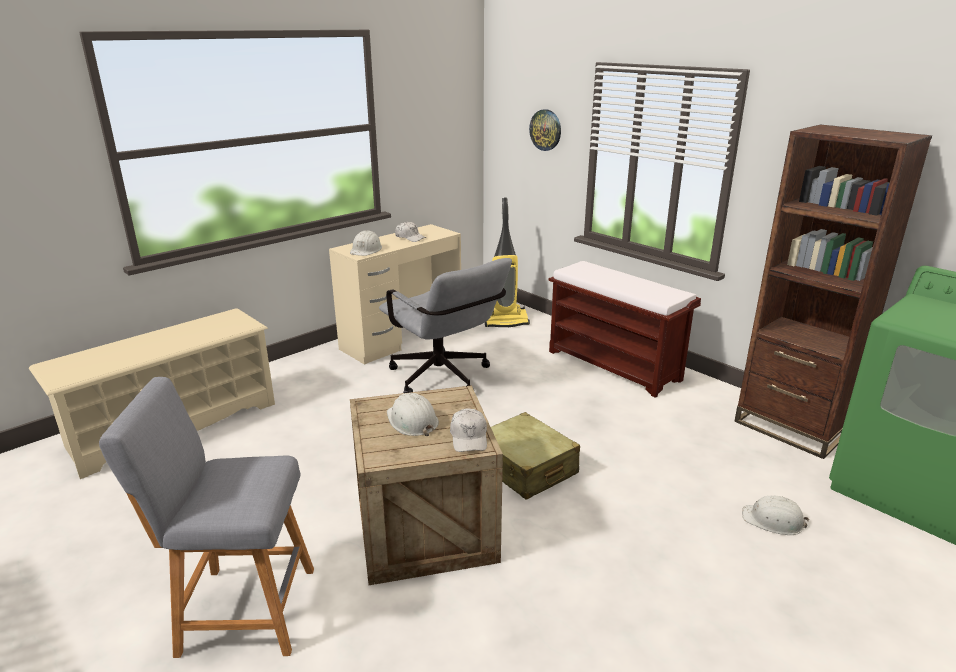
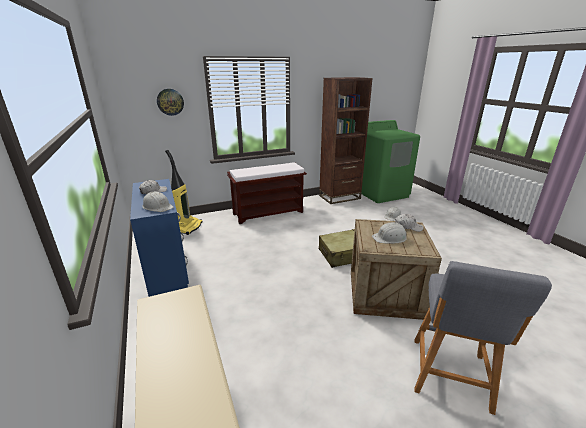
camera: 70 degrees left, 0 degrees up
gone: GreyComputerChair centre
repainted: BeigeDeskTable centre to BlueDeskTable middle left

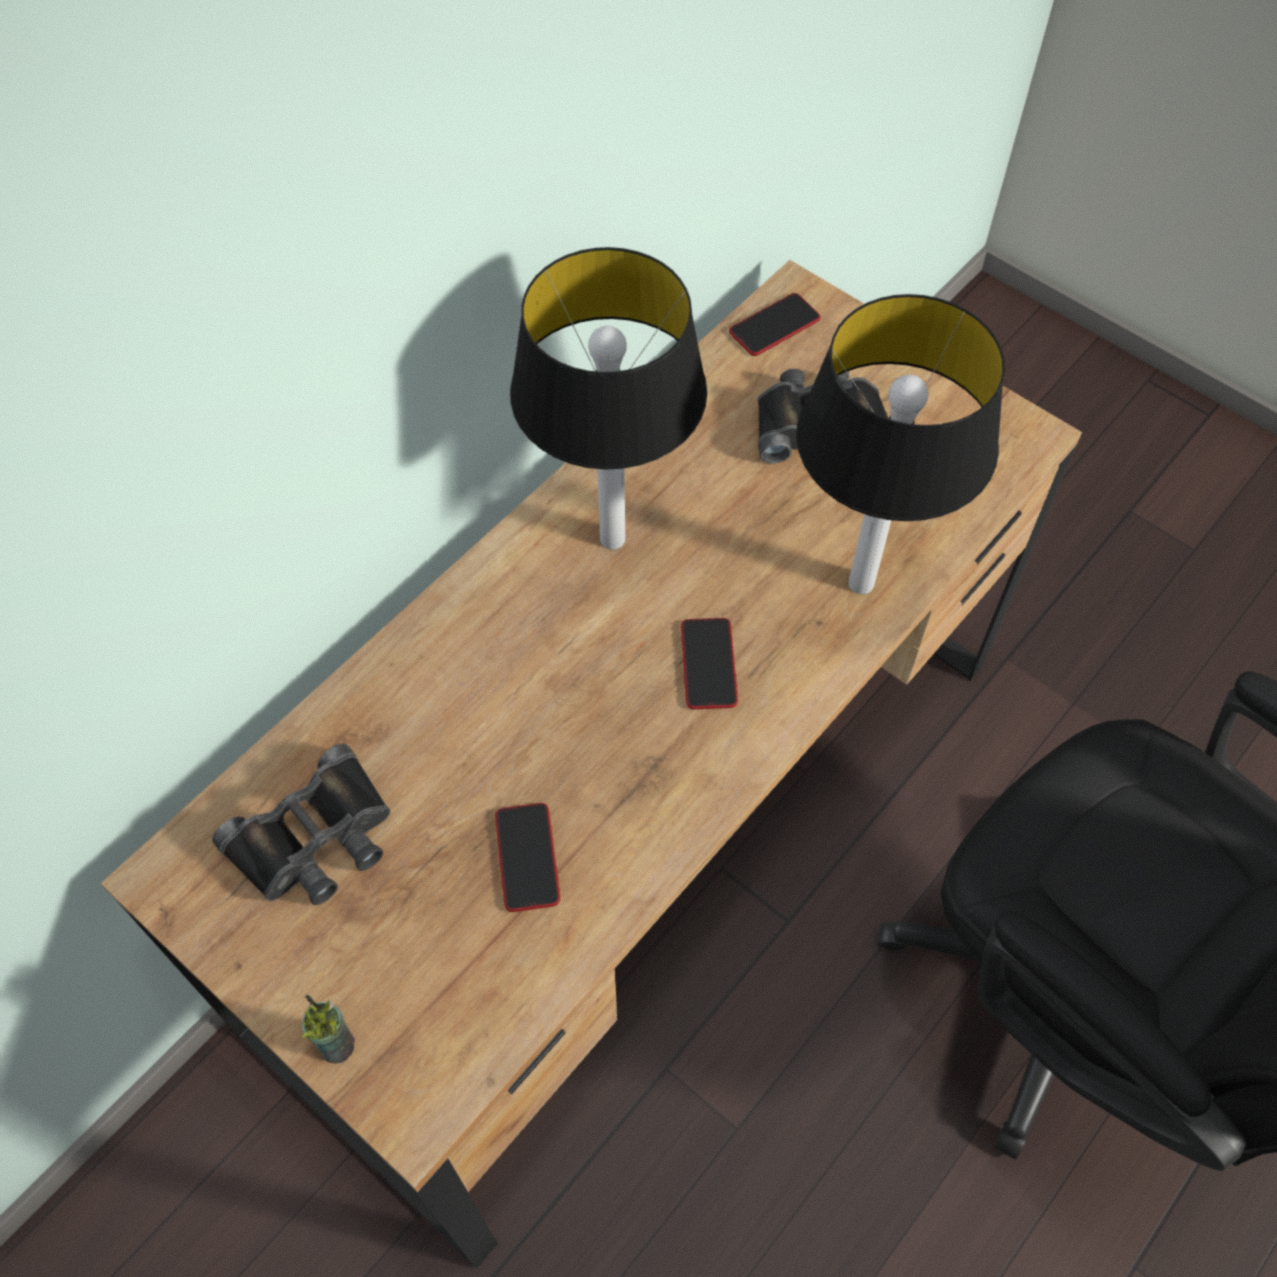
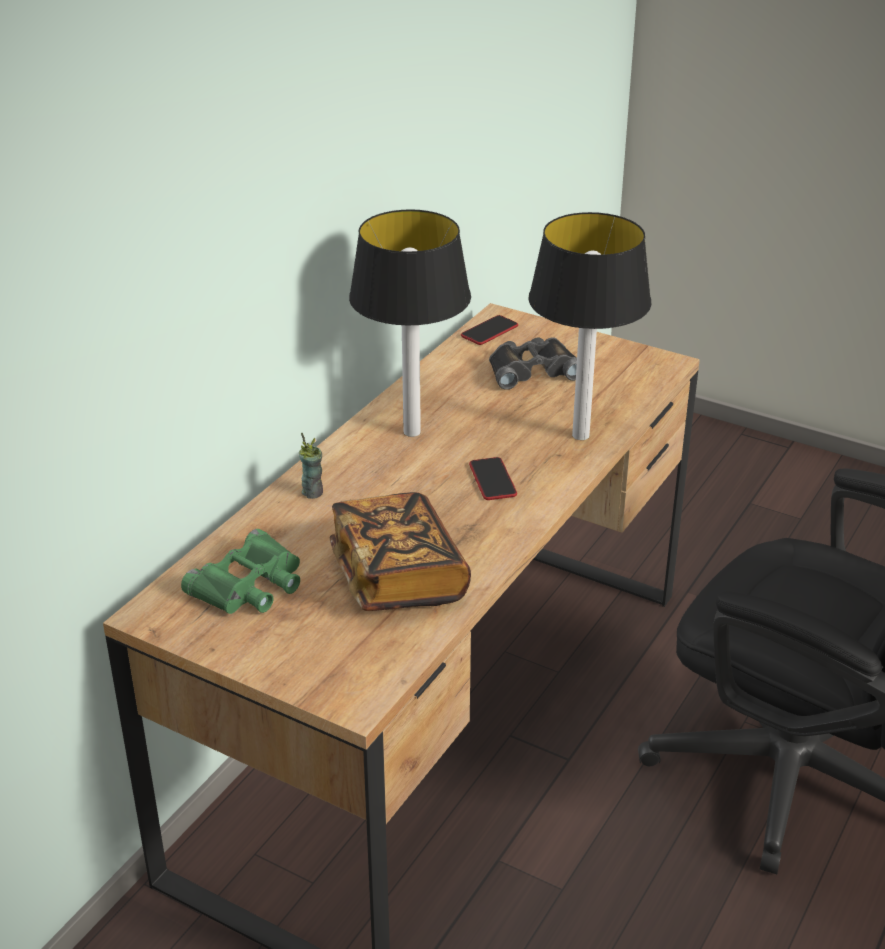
camera: 10 degrees left, 25 degrees down
shifted: SmallCup bottom left to centre
swapped: Phone (no. 1 from left) bottom centre to Book centre
repainted: BlackishPairOfBinoculars (no. 1 from left) middle left to GreenColouredPairOfBinoculars middle left

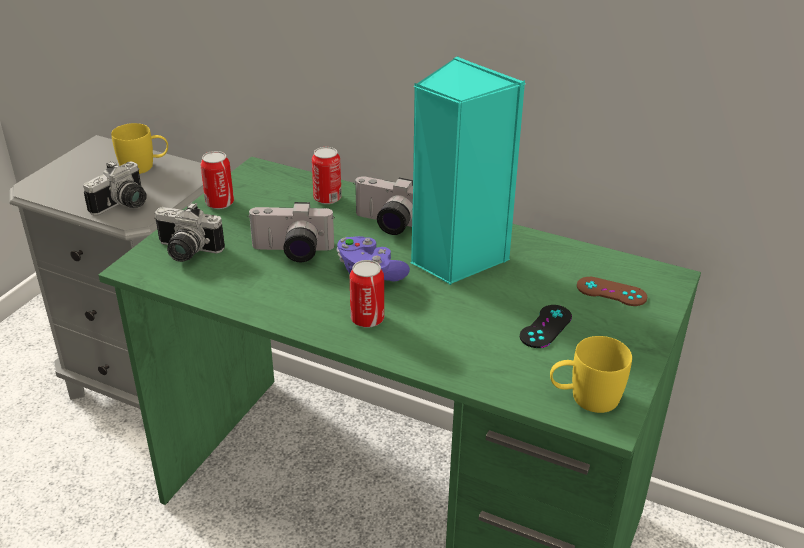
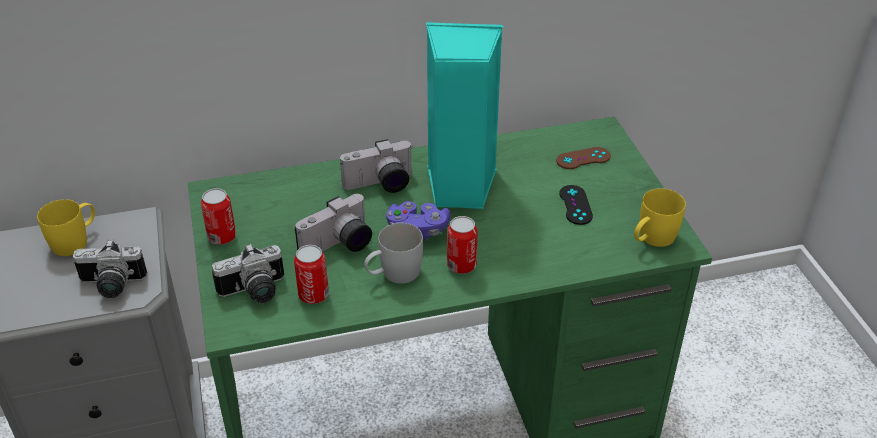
camera: 40 degrees left, 5 degrees up
new: WhitishTeaMug centre
shifted: Can (no. 2 from left) top centre to centre
rotated: PhotoCamera (no. 1 from left) middle left = middle left 90 degrees clockwise

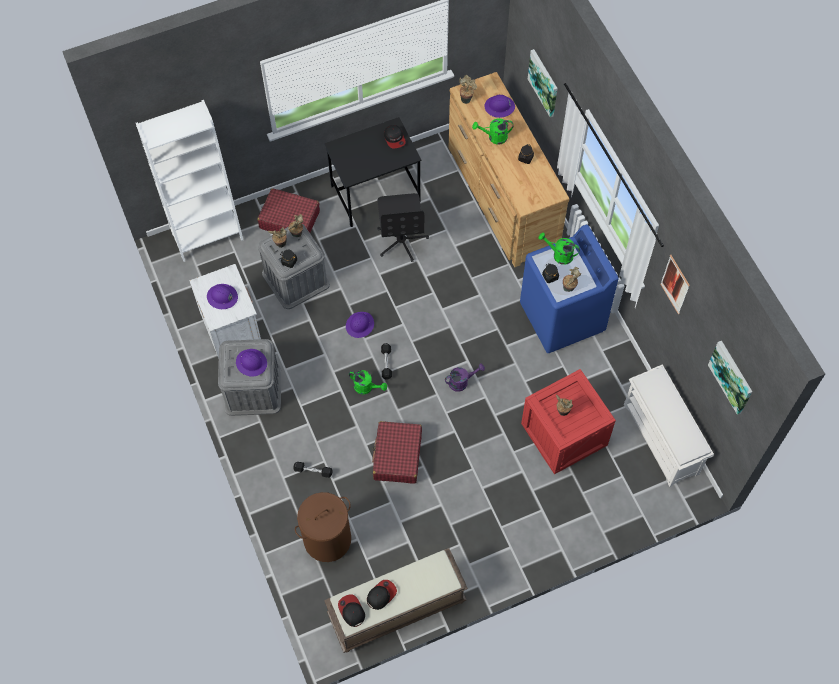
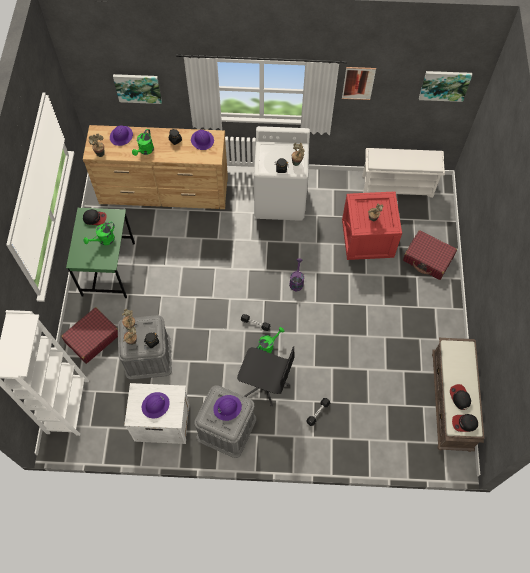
camera: 65 degrees left, 0 degrees up
gone: BrownLaundryBasket bottom centre
shifted: PurplishWorkHelmet (no. 3 from left) centre to top centre; RedPieceOfLuggage (no. 2 from left) centre to middle right; BlackishComputerChair top centre to centre; GreenColouredWateringCan (no. 3 from left in the first image) centre to GreenColouredWateringCan (no. 1 from left) middle left
repainted: BlackishDeskTable top centre to GreenColouredDeskTable middle left; BlueLaundryMachine middle right to WhitishLaundryMachine top centre

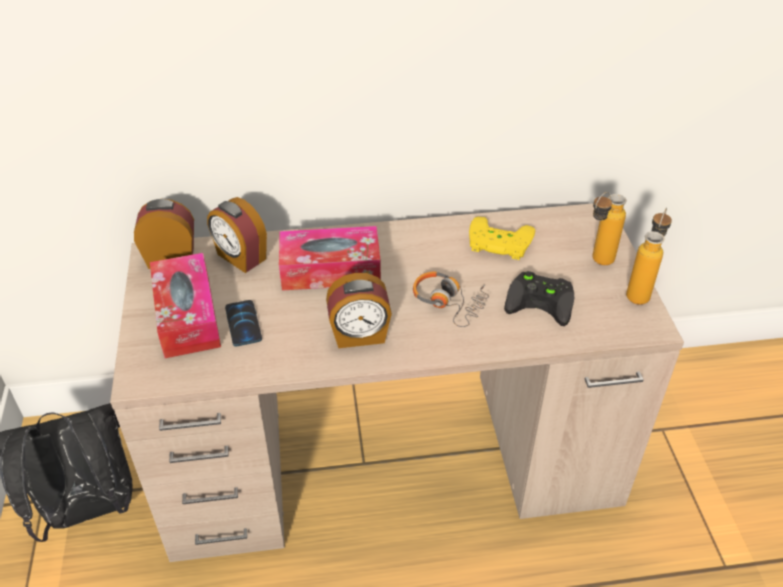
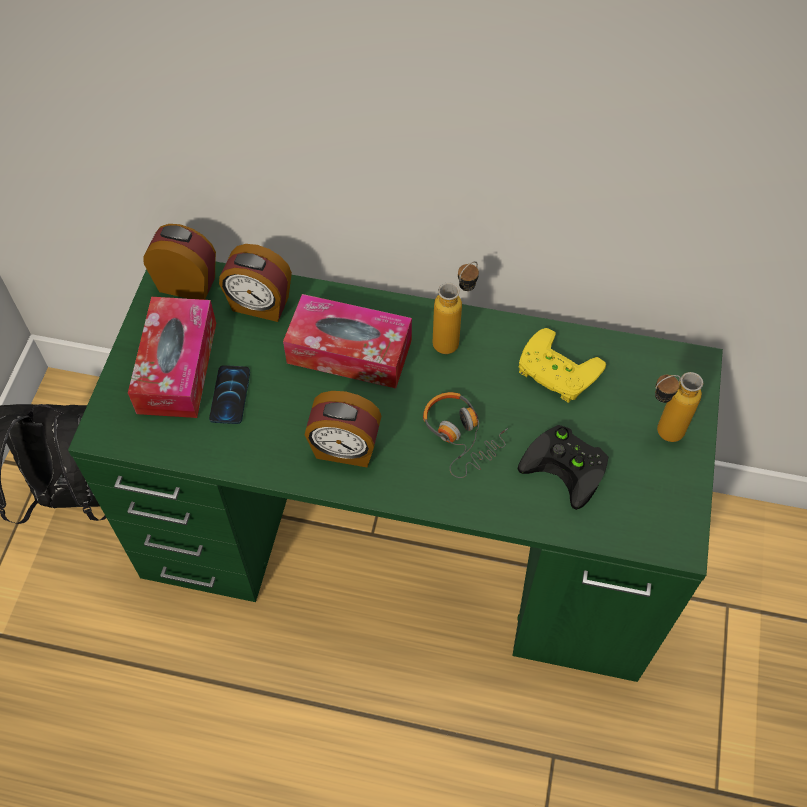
camera: 20 degrees right, 15 degrees up
shifted: BeverageBottle (no. 2 from left in the first image) middle right to BeverageBottle (no. 1 from left) centre
repainted: BeigeDeskTable centre to GreenColouredDeskTable centre
rotated: BedsideClock (no. 2 from left) middle left = middle left 45 degrees counterclockwise

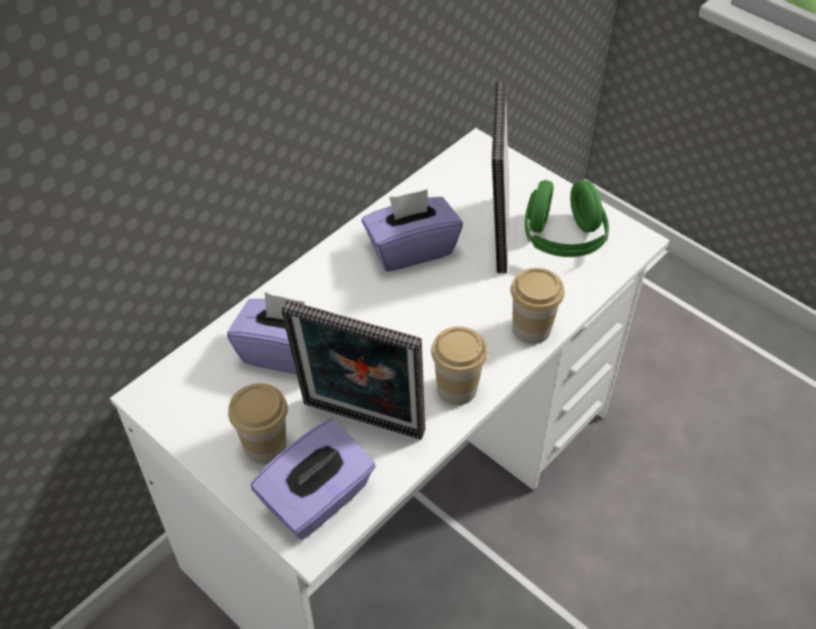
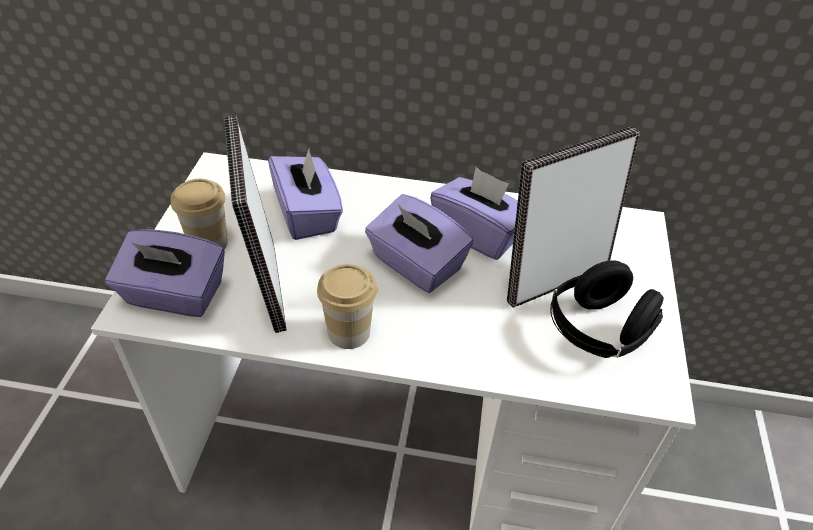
camera: 55 degrees right, 5 degrees down
gone: SmallCup (no. 3 from left) centre
new: PurplishTissueHolder (no. 3 from left) centre
repainted: GreenColouredHeadset middle right to BlackishHeadset middle right

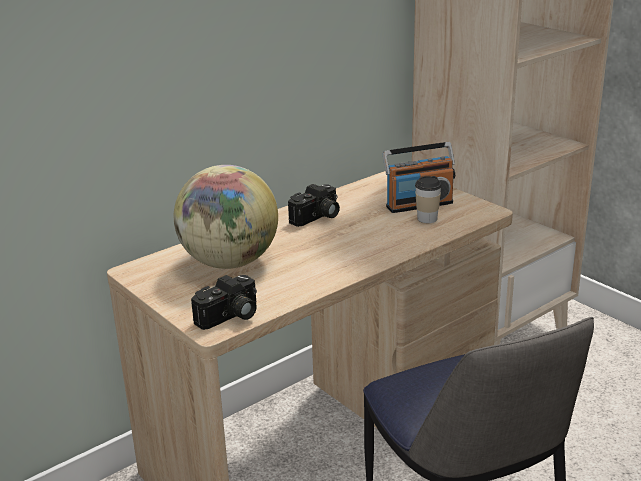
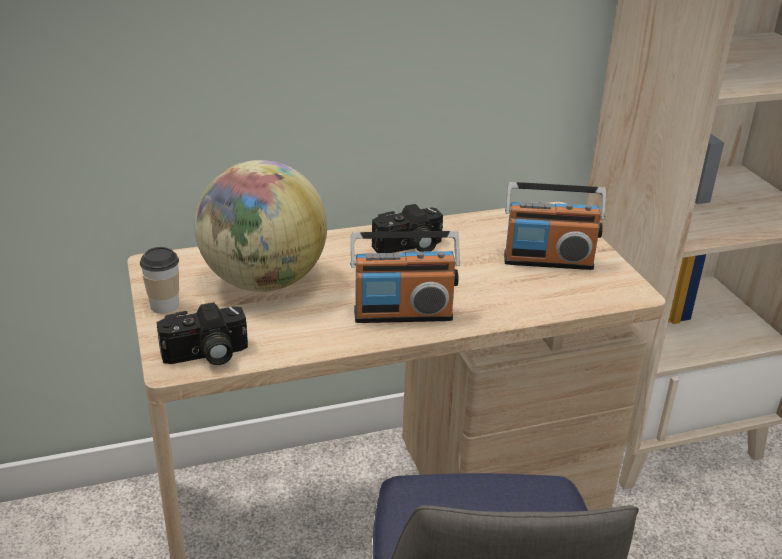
camera: 20 degrees right, 5 degrees up
new: RadioReceiver (no. 1 from left) centre
shifted: SmallCup middle right to middle left

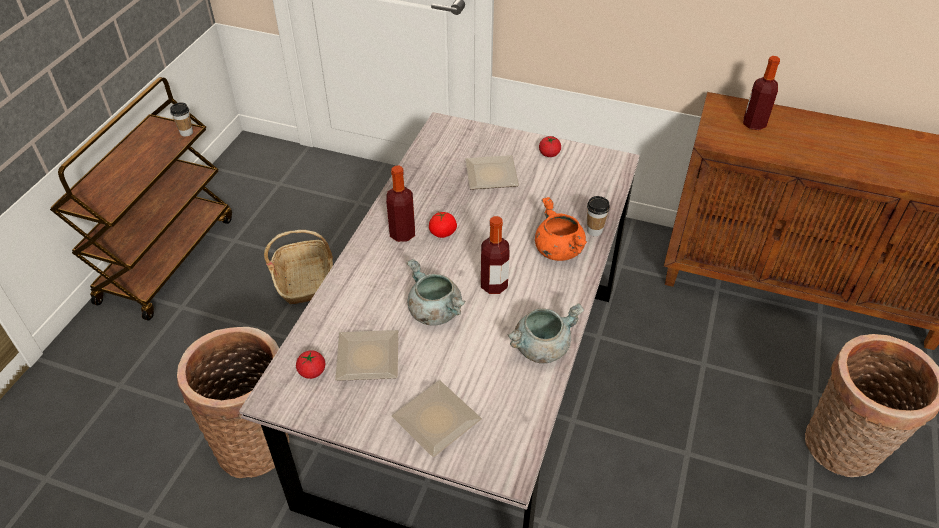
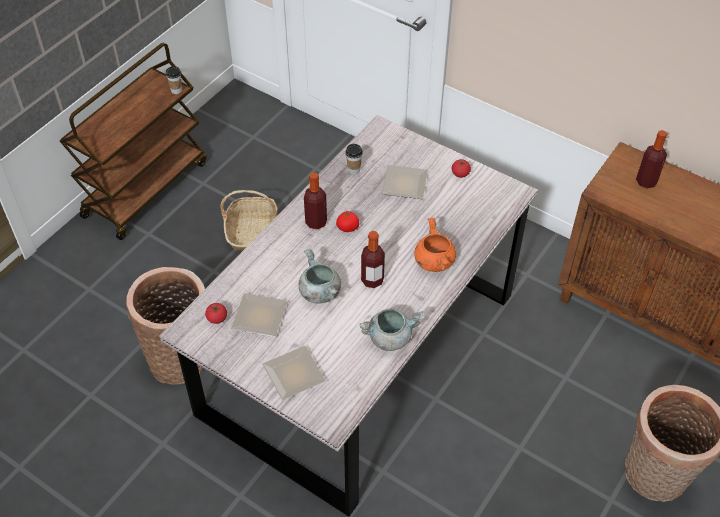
camera: 15 degrees right, 5 degrees up
shifted: SmallCup (no. 2 from left) centre to top centre

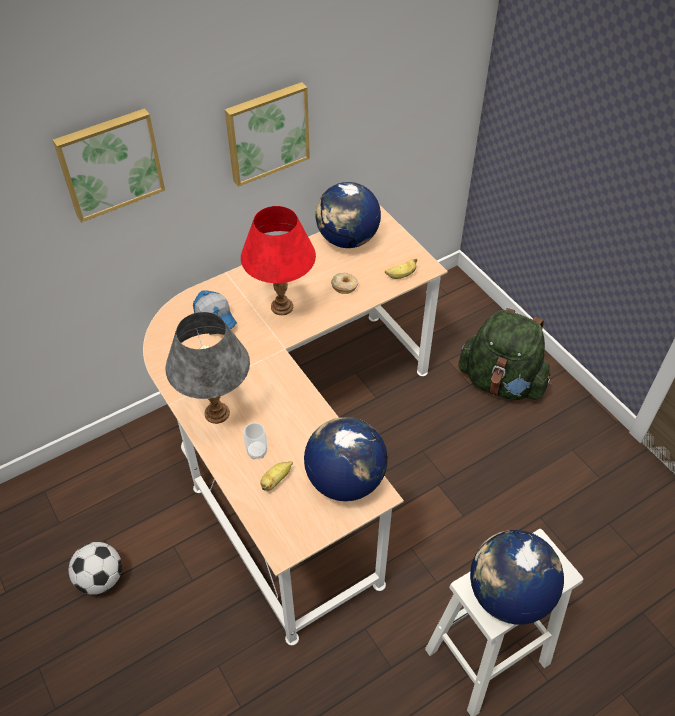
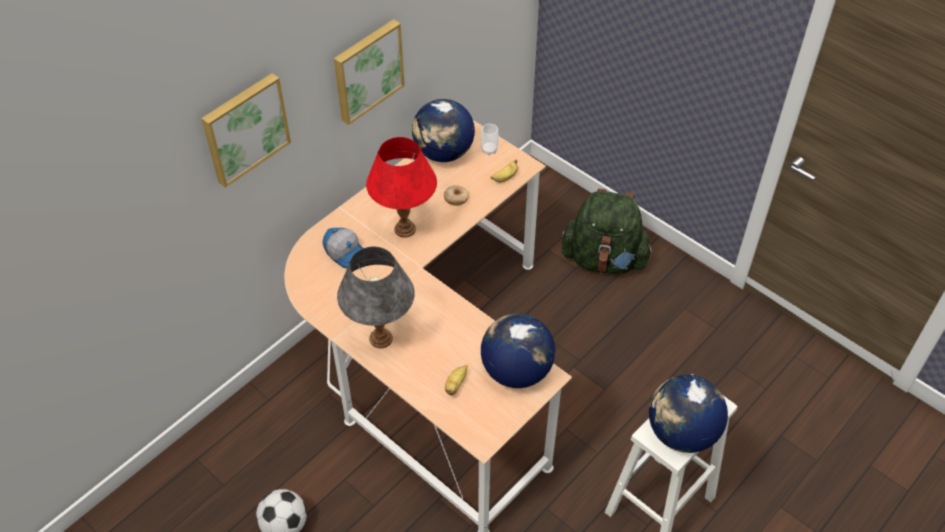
camera: 15 degrees left, 0 degrees up
shifted: SmallCup centre to top centre

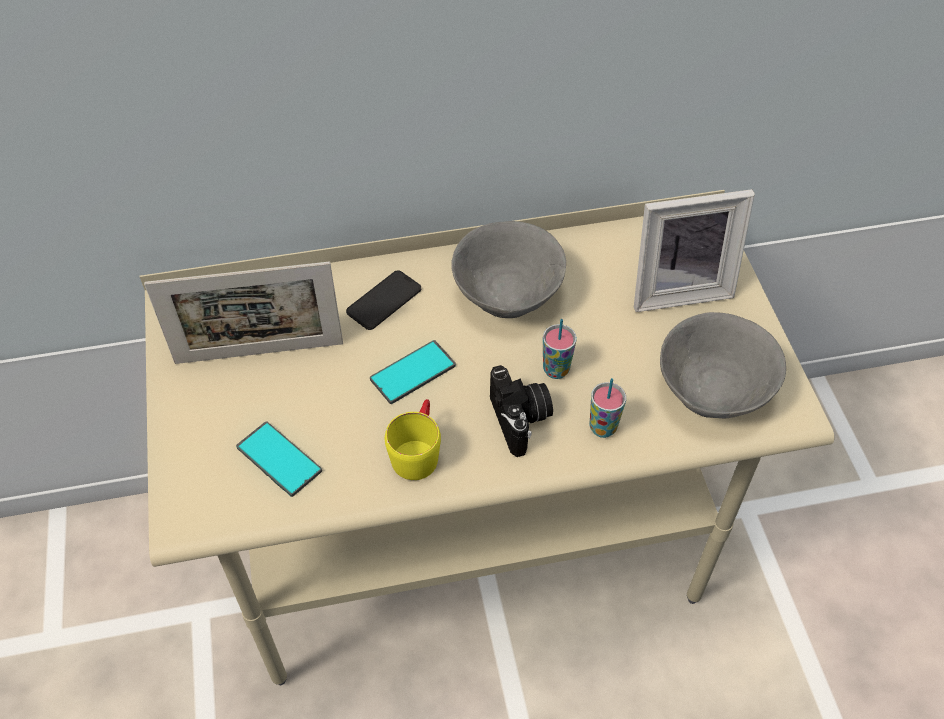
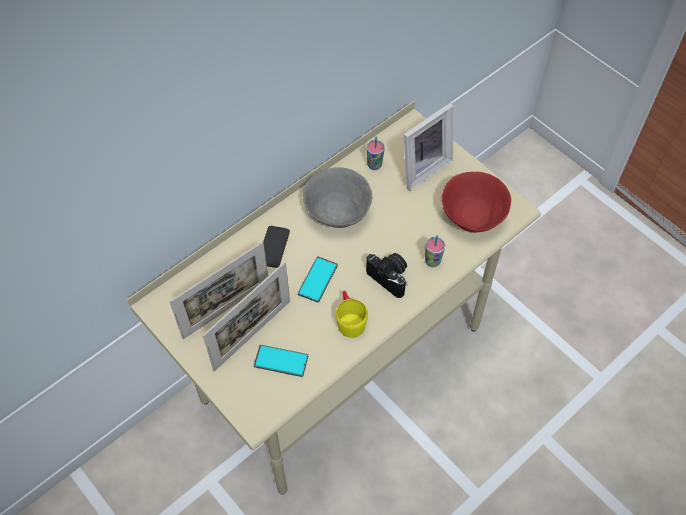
camera: 30 degrees left, 5 degrees up
new: PhotoFrame (no. 2 from left) centre
shifted: SmallCup (no. 1 from left) centre to top centre
repainted: GreyDeepDish (no. 2 from left) middle right to RedDeepDish middle right

